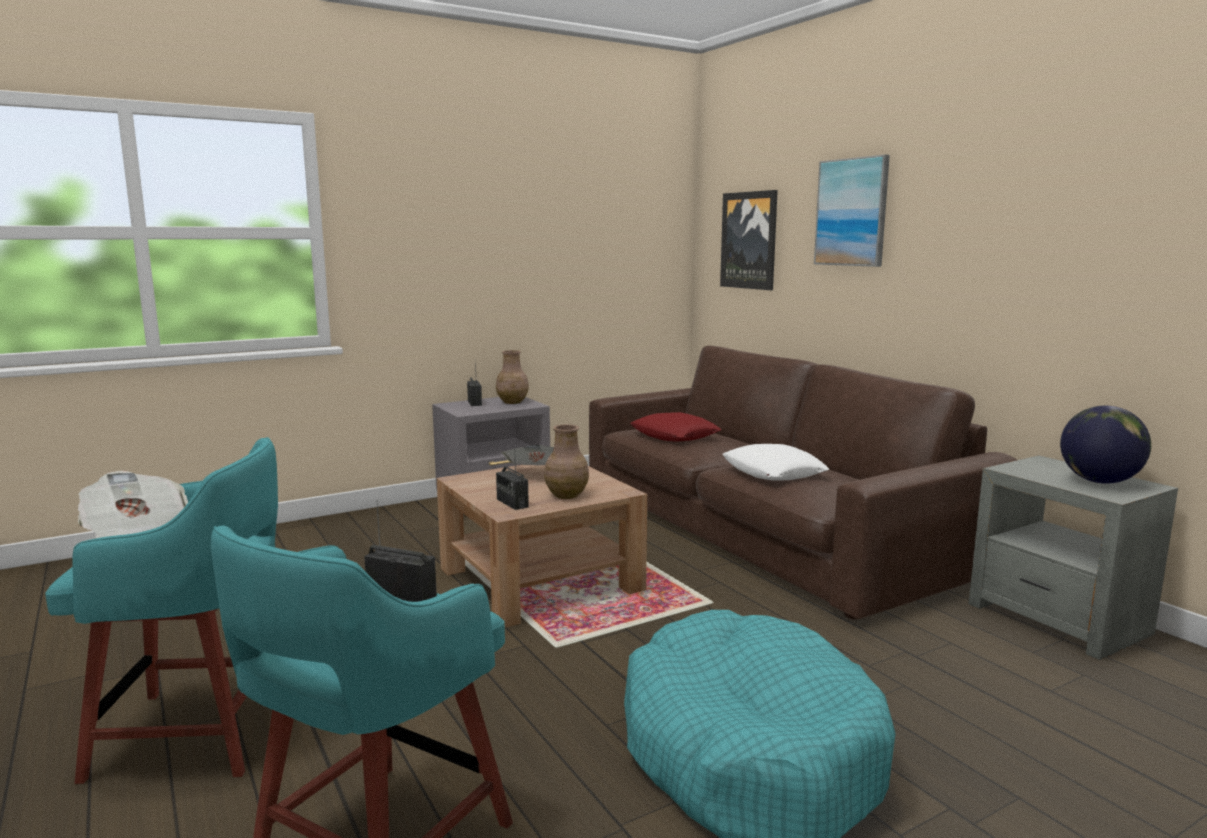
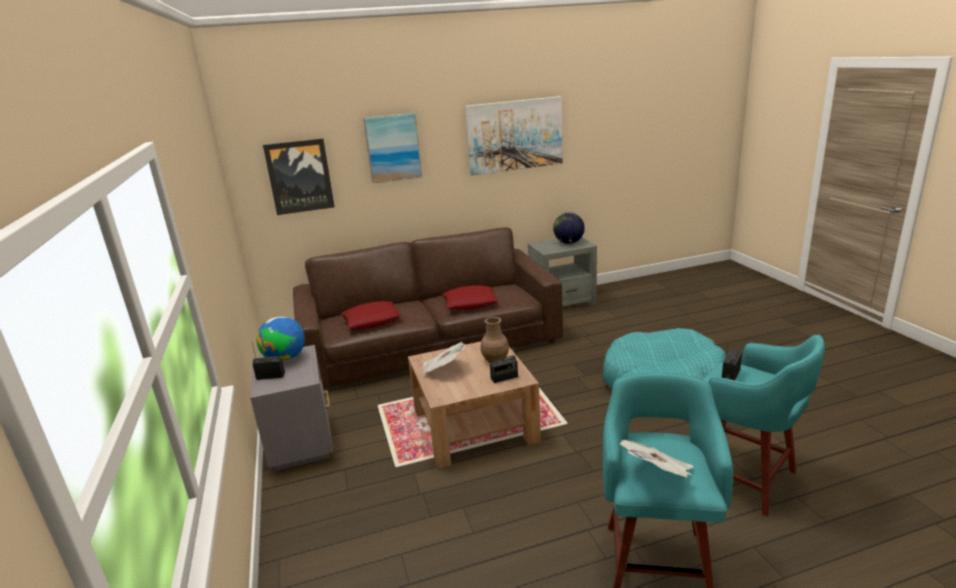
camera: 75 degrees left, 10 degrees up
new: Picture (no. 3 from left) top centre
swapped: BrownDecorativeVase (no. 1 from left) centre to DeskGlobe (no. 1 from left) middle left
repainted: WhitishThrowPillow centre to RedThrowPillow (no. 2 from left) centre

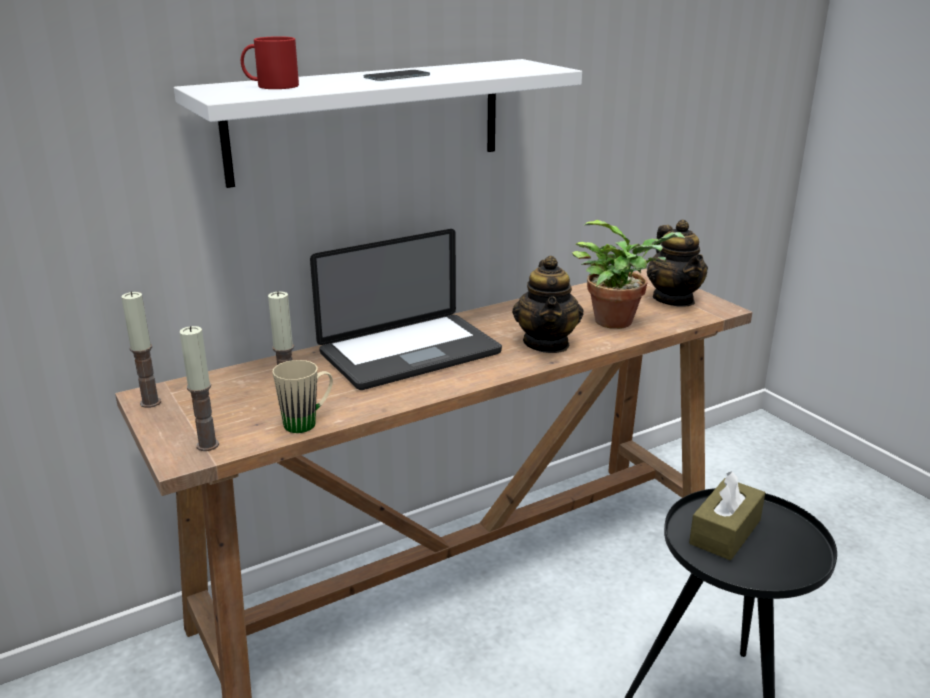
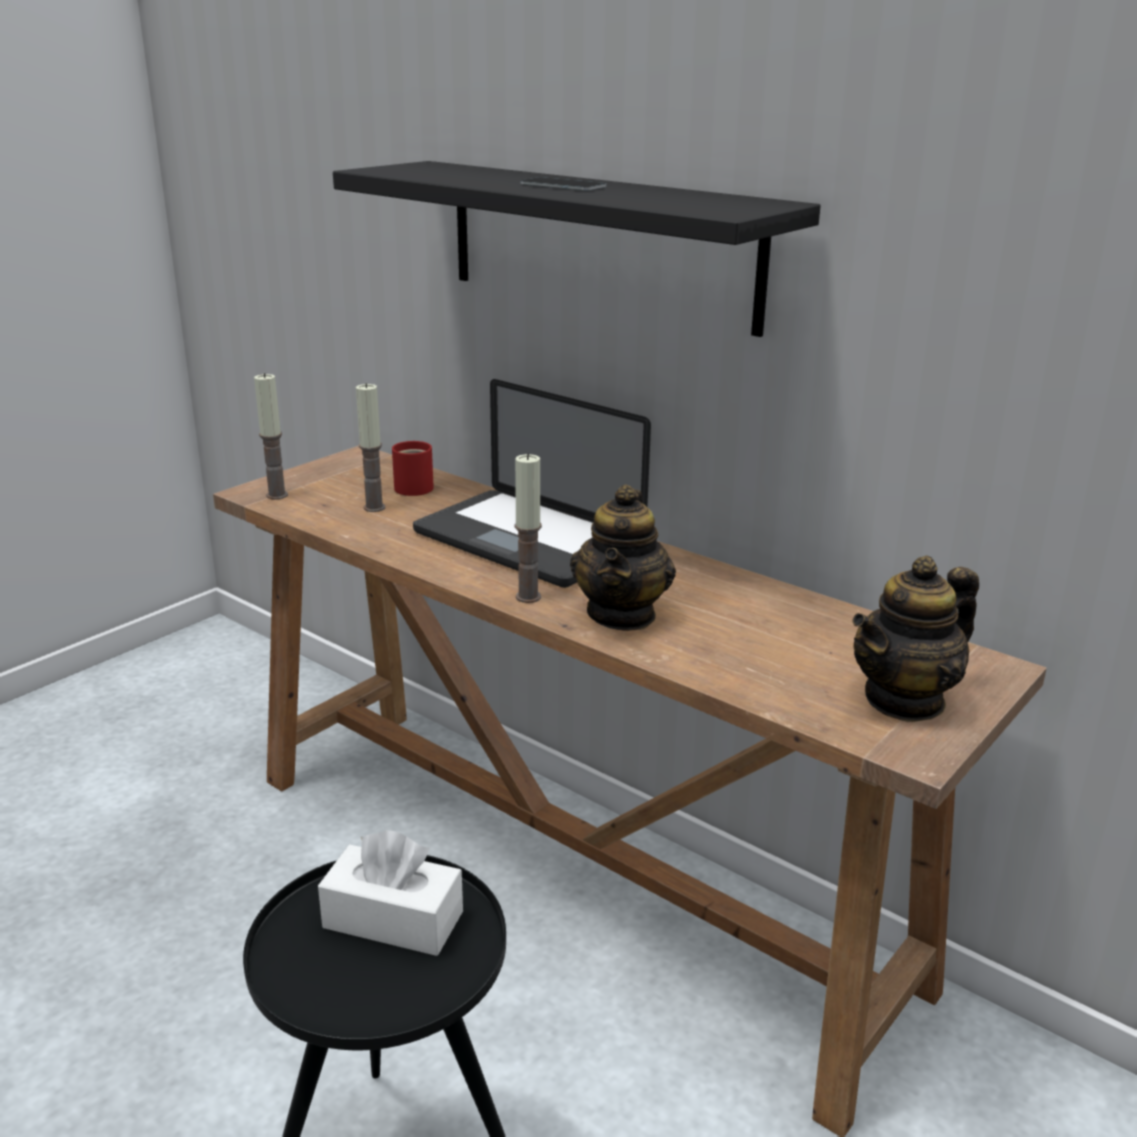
camera: 70 degrees right, 0 degrees up
gone: BeigeTeaMug middle left; Houseplant middle right
shifted: WaxCandle (no. 1 from left in the first image) middle left to WaxCandle (no. 3 from left) centre; RedTeaMug top left to centre
repainted: WhitishBracketShelf top centre to BlackishBracketShelf top centre; BrownTissueHolder bottom right to WhitishTissueHolder bottom centre
rotated: Teapot (no. 1 from left) centre = centre 60 degrees counterclockwise

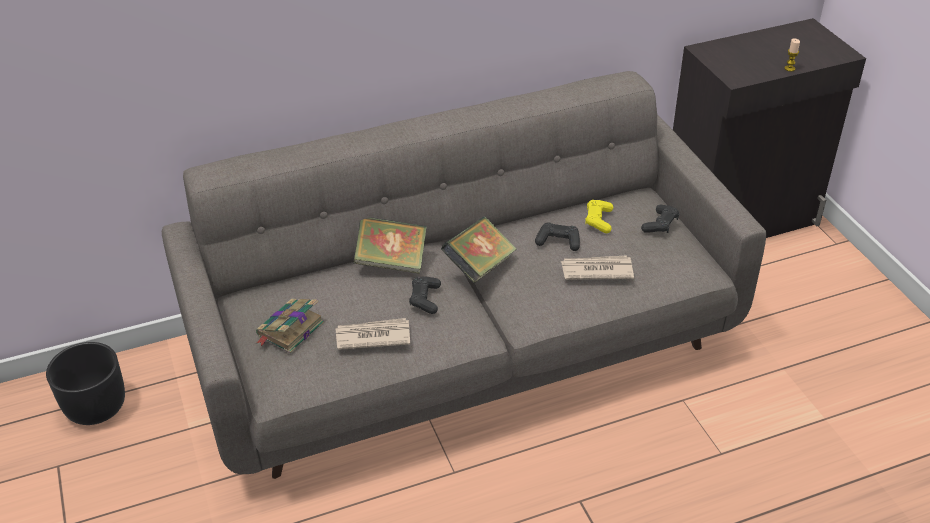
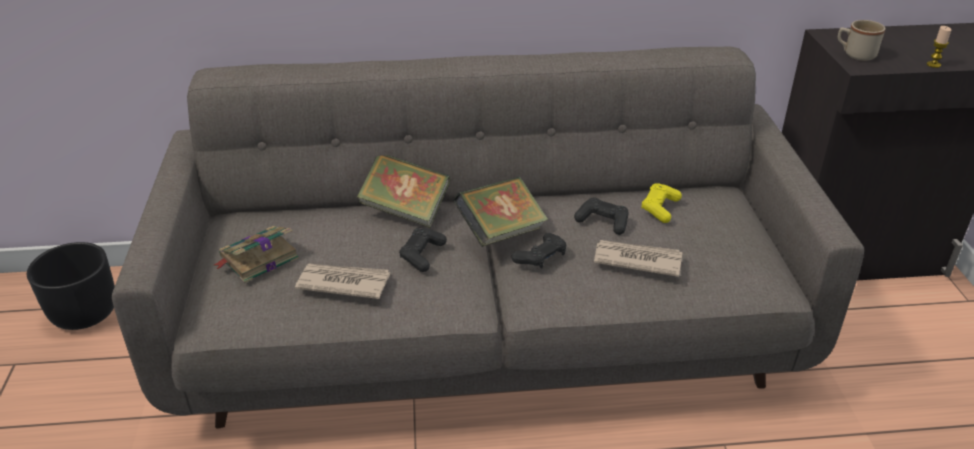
camera: 15 degrees right, 5 degrees down
new: BeigeTeaMug top right
shifted: BlackishGamepad (no. 3 from left in the first image) middle right to BlackishGamepad (no. 2 from left) centre

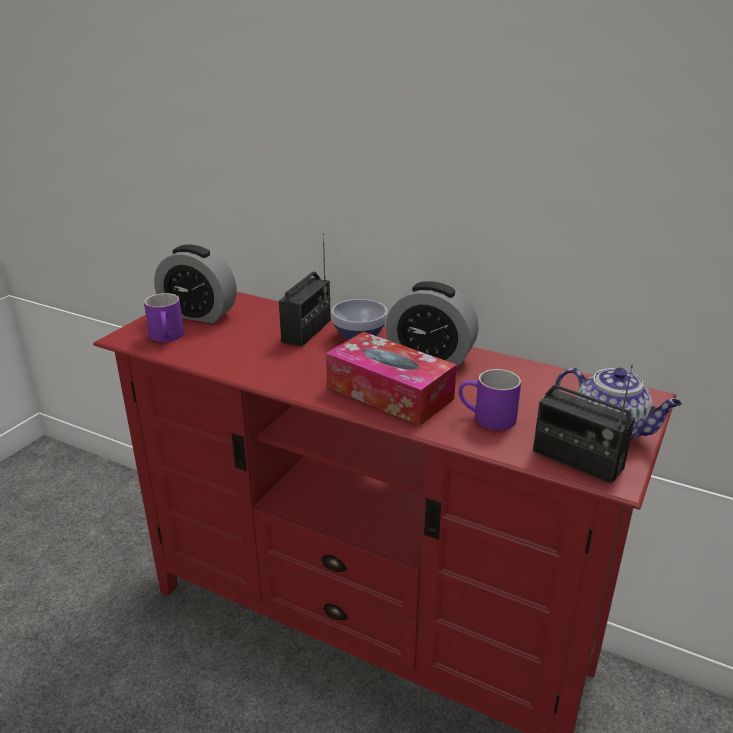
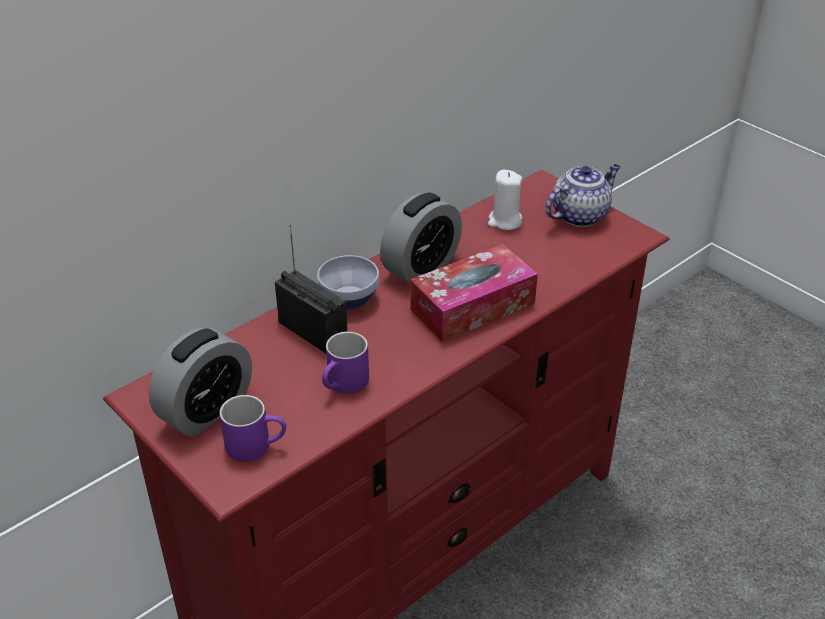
camera: 70 degrees left, 10 degrees up
gone: RadioReceiver (no. 2 from left) middle right
new: WhitishWaxCandle top centre
shifted: PurplishTeaMug (no. 2 from left) middle right to centre

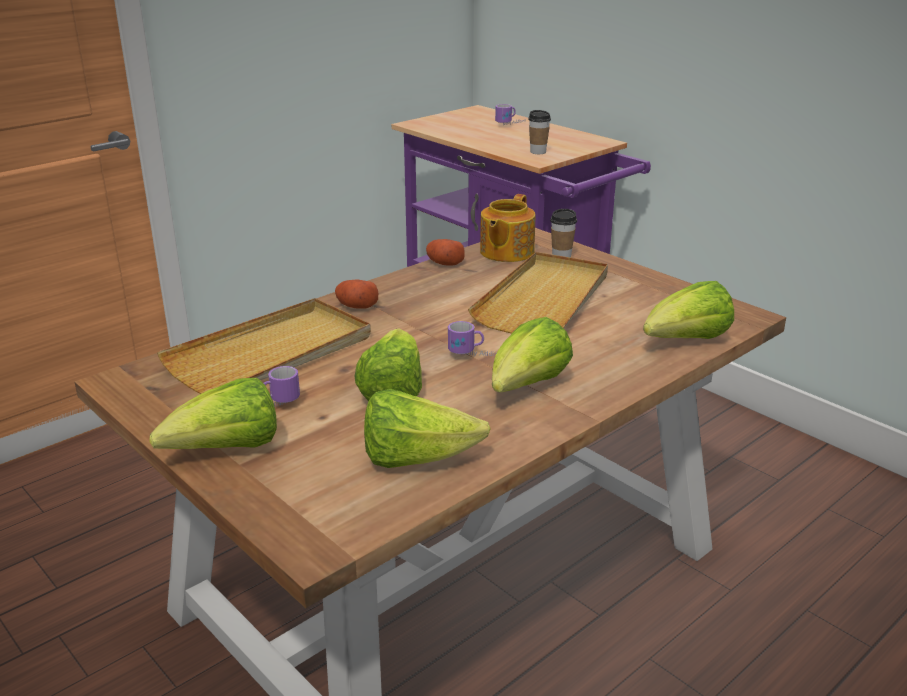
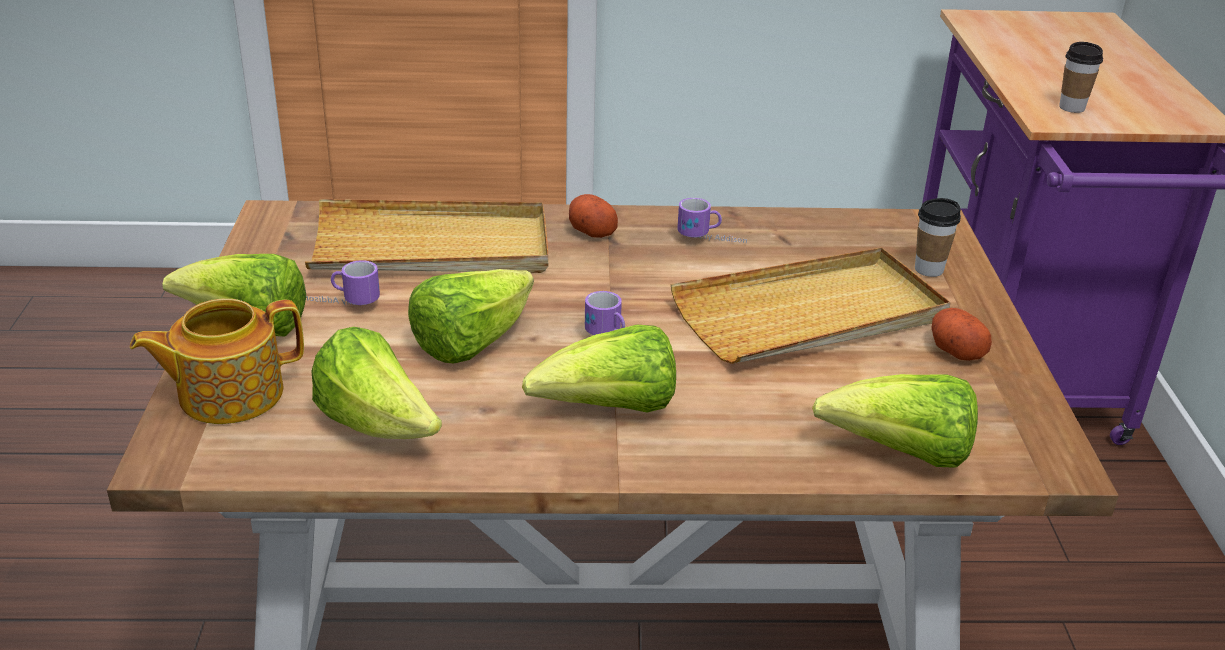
camera: 40 degrees right, 5 degrees up
shifted: WholePotato (no. 2 from left) centre to middle right; Teapot top centre to middle left; TeaMug (no. 3 from left) top centre to centre

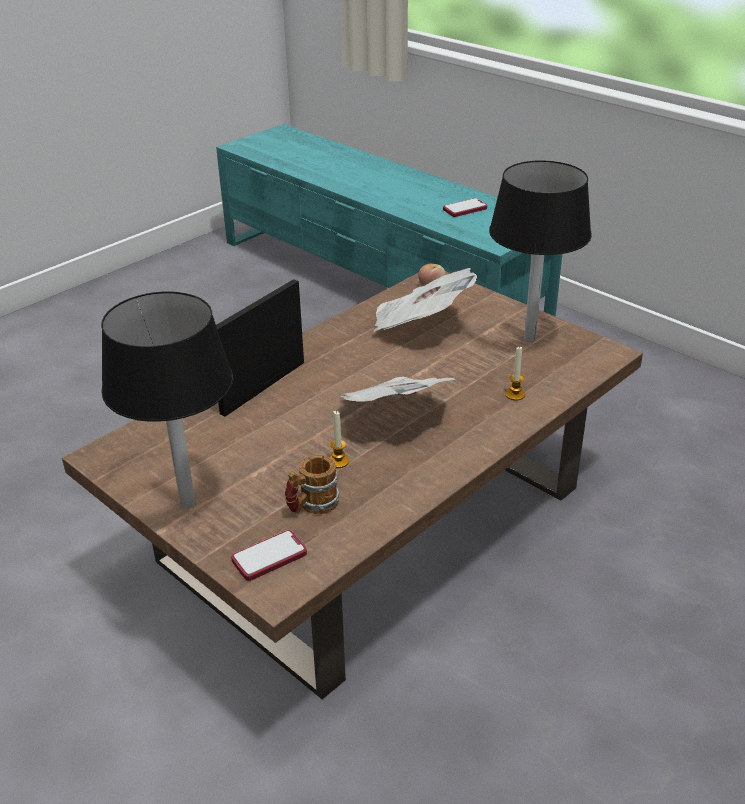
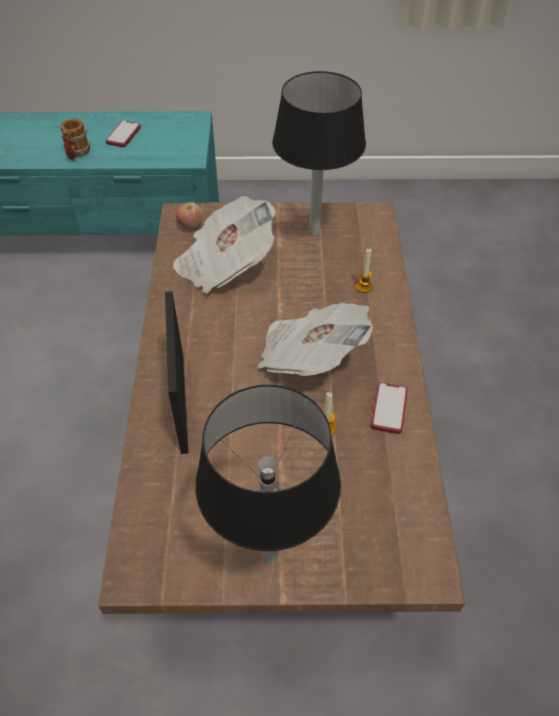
camera: 45 degrees left, 15 degrees up
shifted: Phone (no. 1 from left in the first image) bottom centre to Phone (no. 2 from left) middle right; TeaMug centre to top left

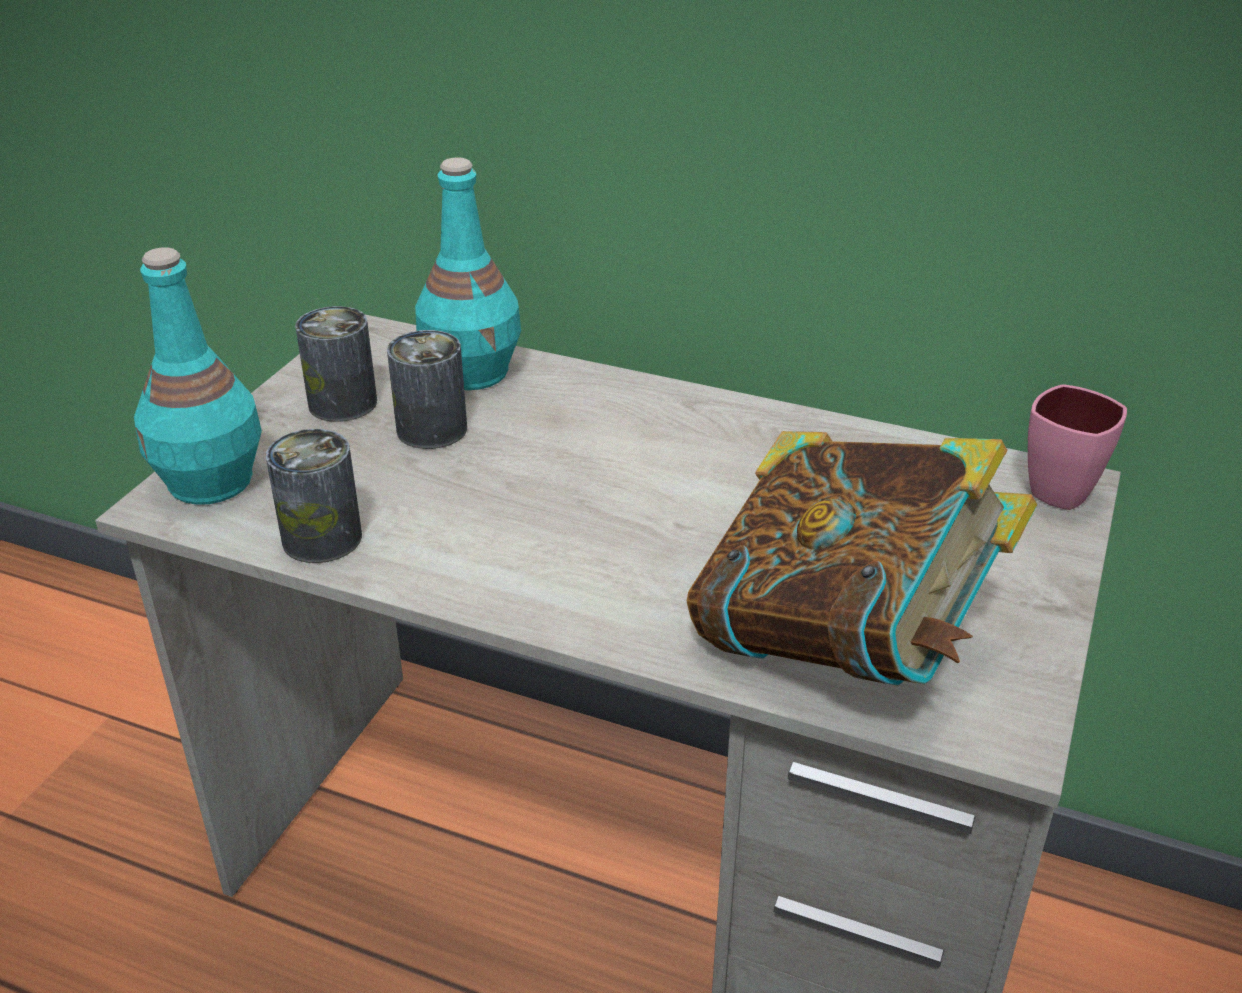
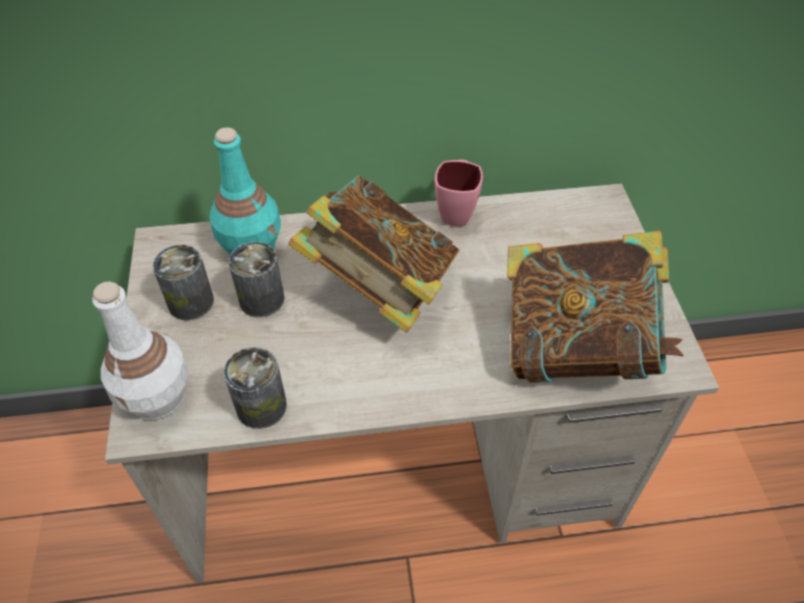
camera: 30 degrees left, 15 degrees up
new: Book (no. 1 from left) centre
shifted: PinkishTeaMug middle right to top centre
repainted: TurquoiseBeverageBottle (no. 1 from left) middle left to WhitishBeverageBottle middle left

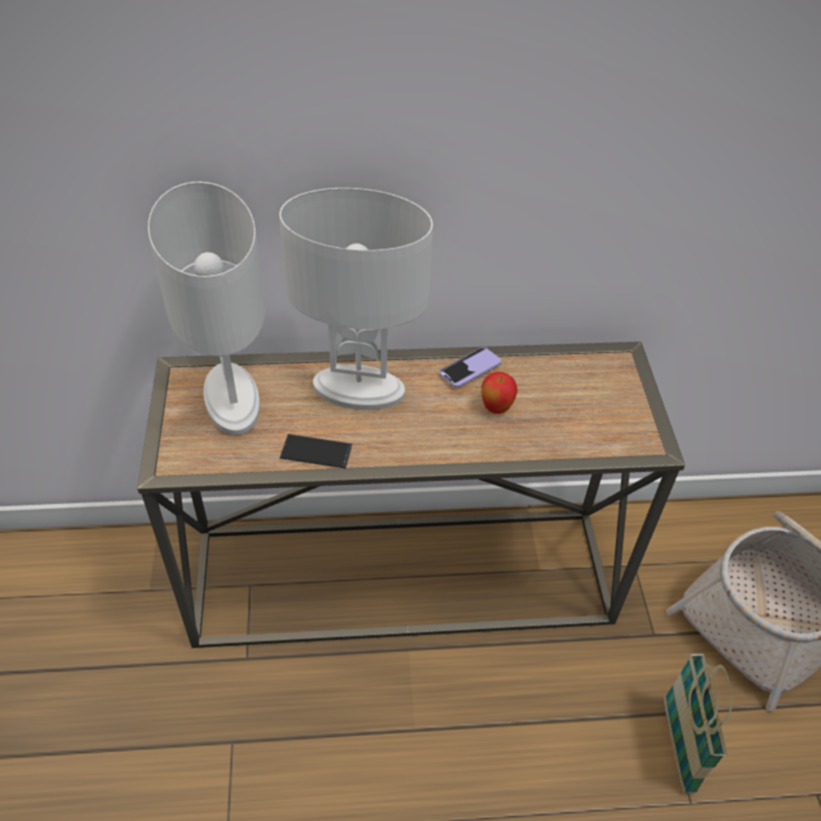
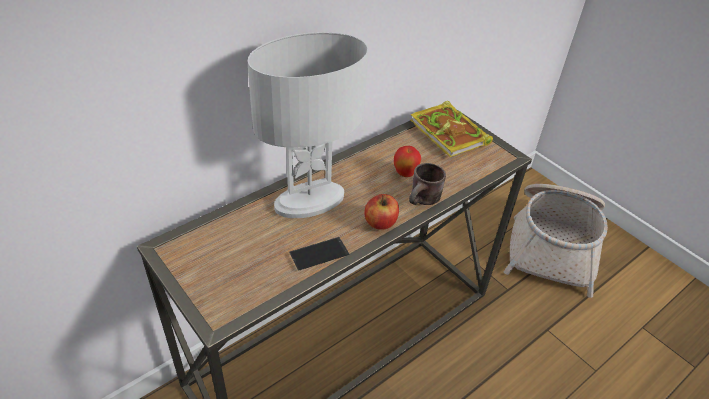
camera: 35 degrees left, 5 degrees down
gone: WhitishTableLamp (no. 1 from left) middle left; Phone (no. 2 from left) centre; HouseholdBasket (no. 1 from left) bottom right
new: WholeApple (no. 1 from left) centre; BrownTeaMug centre; Book top centre

